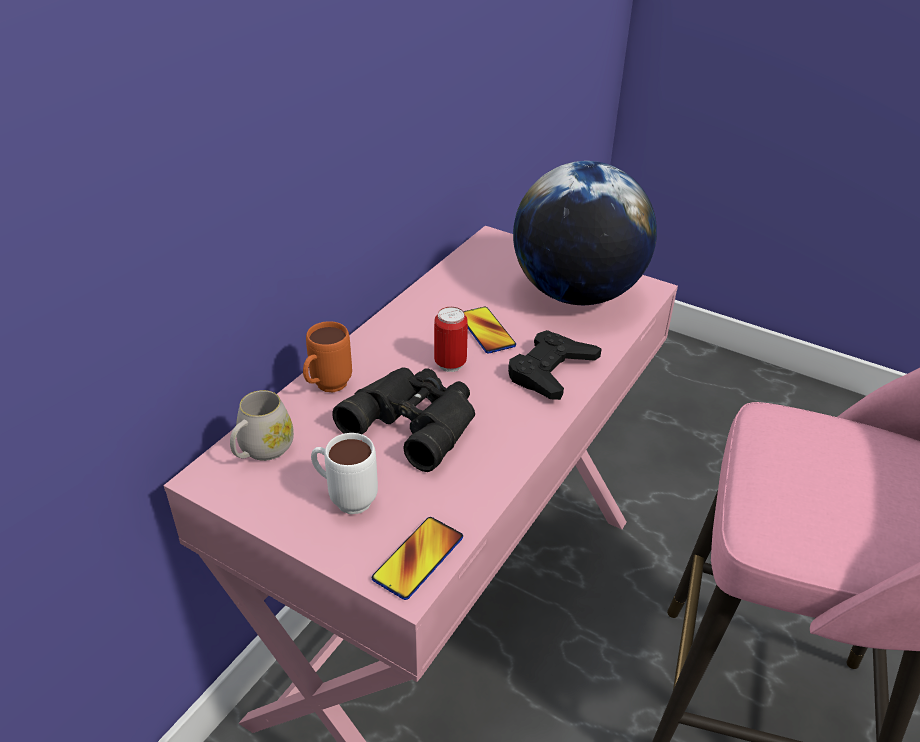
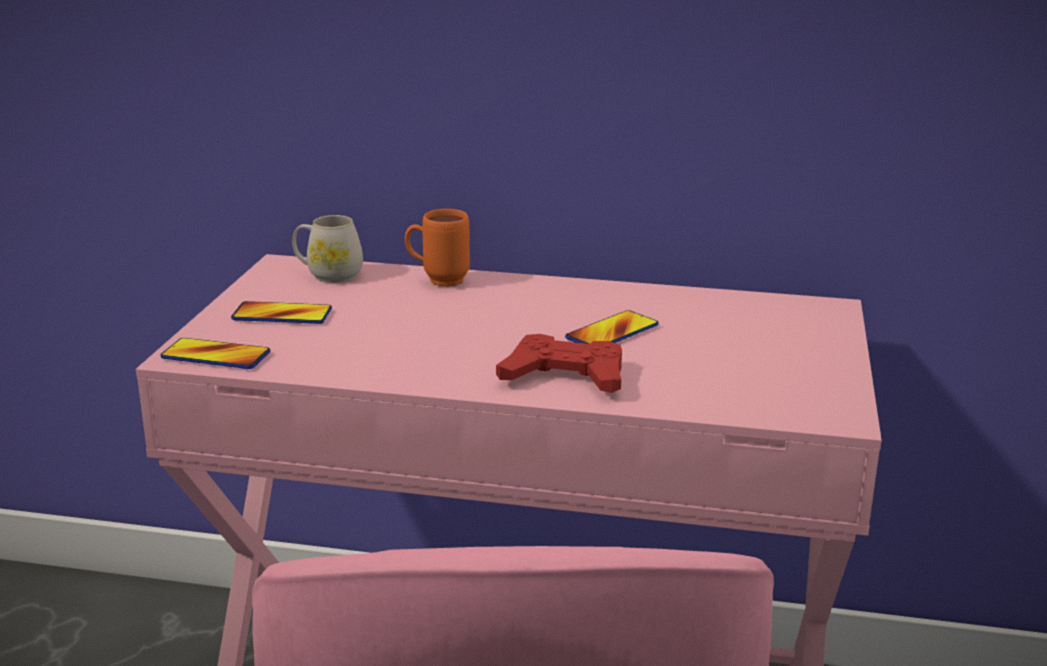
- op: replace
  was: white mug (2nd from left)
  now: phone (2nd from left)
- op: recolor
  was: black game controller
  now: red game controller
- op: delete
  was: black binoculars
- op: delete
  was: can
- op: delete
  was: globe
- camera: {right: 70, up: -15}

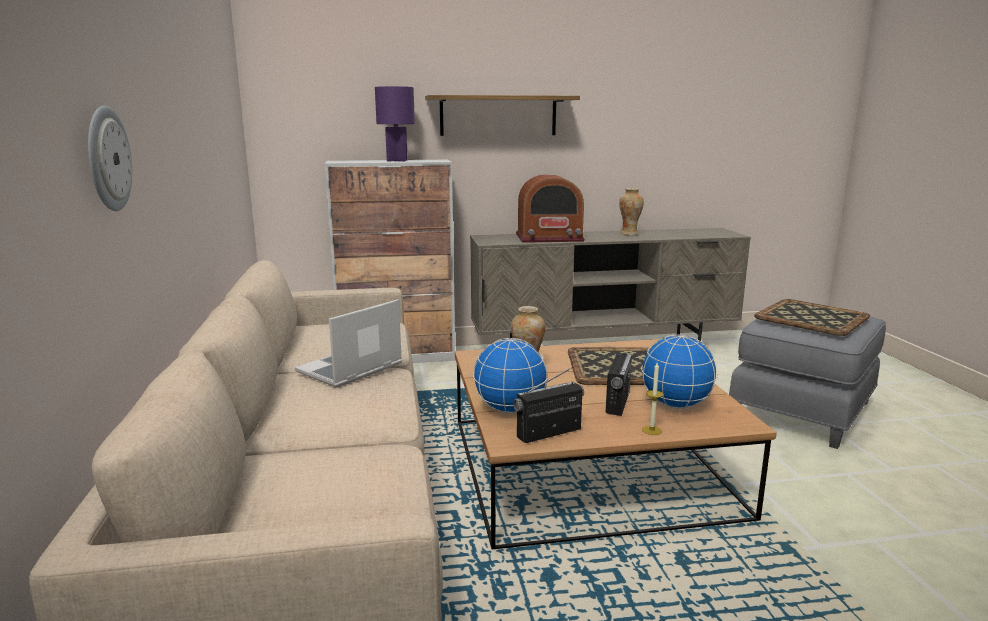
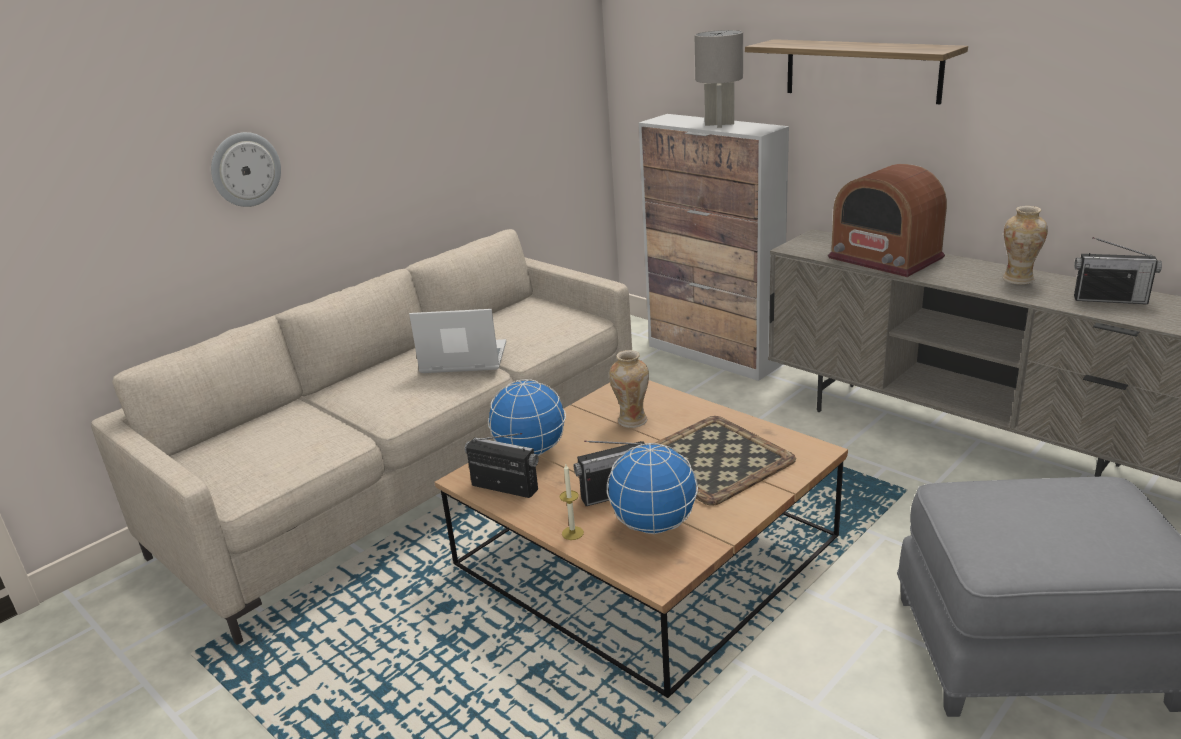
- op: recolor
  was: purple table lamp
  now: grey table lamp
- op: insert
  now: radio (4th from left)
- op: delete
  was: tray (2nd from left)
- camera: {right: 55, up: 10}

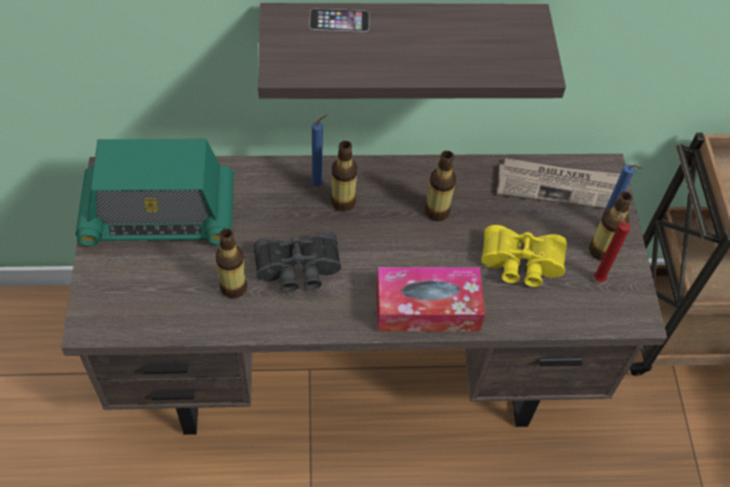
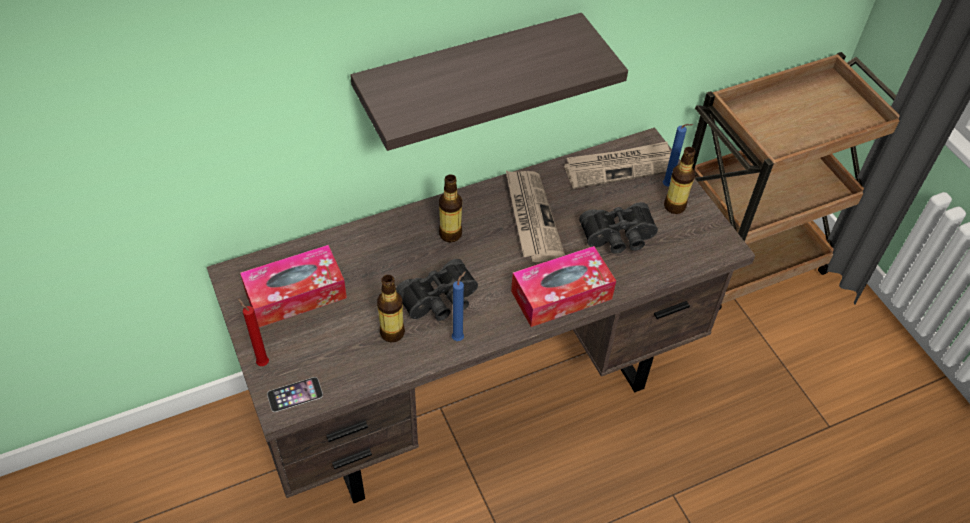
- op: move
  was: red candle
- op: replace
  was: radio
  now: tissue box (1st from left)
- op: move
  was: phone
- op: move
  was: blue candle (1st from left)
- op: replace
  was: bottle (3rd from left)
  now: newspaper (1st from left)
- op: recolor
  was: yellow binoculars
  now: black binoculars (2nd from left)
- camera: {right: -20, up: -5}

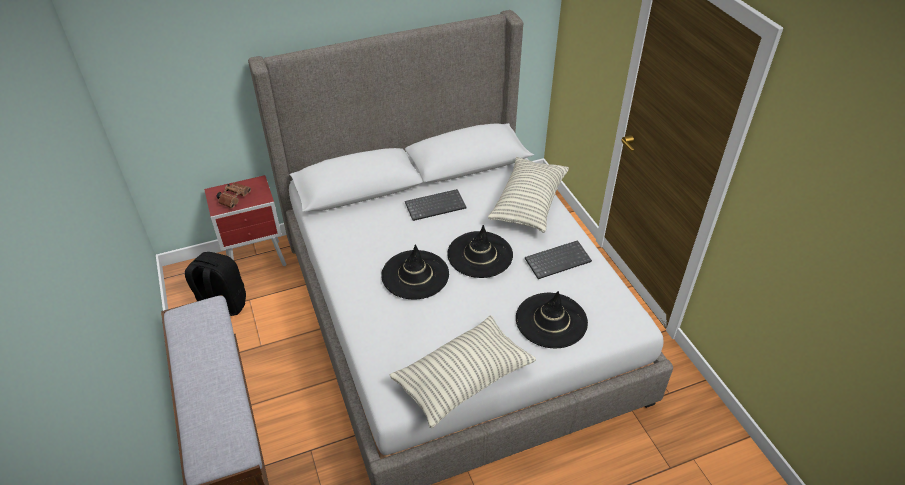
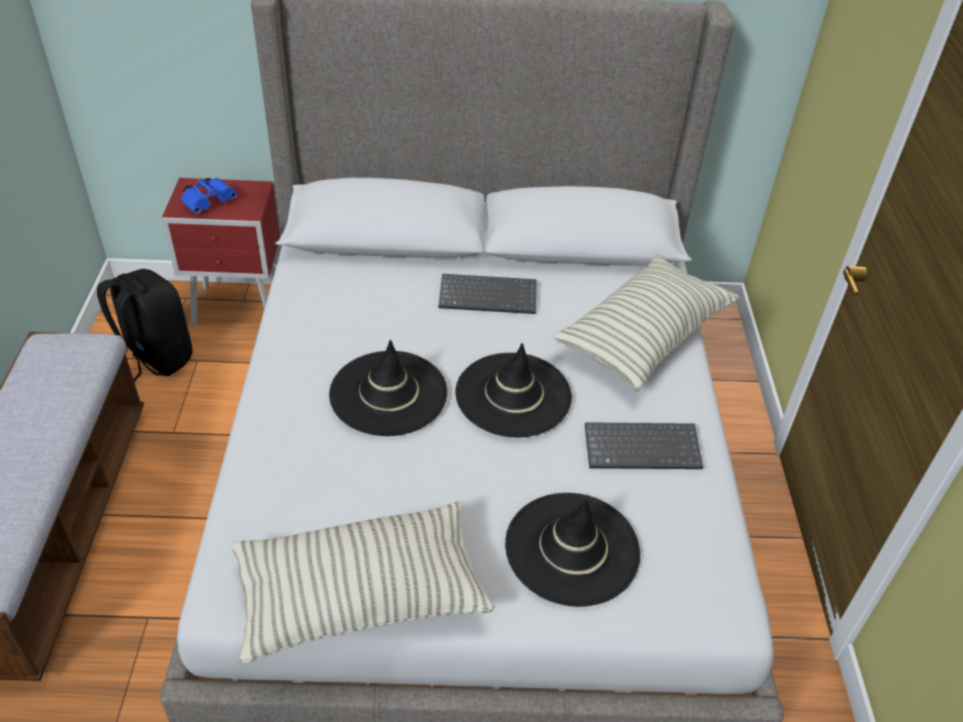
- op: recolor
  was: brown binoculars
  now: blue binoculars
- camera: {right: 20, up: 0}

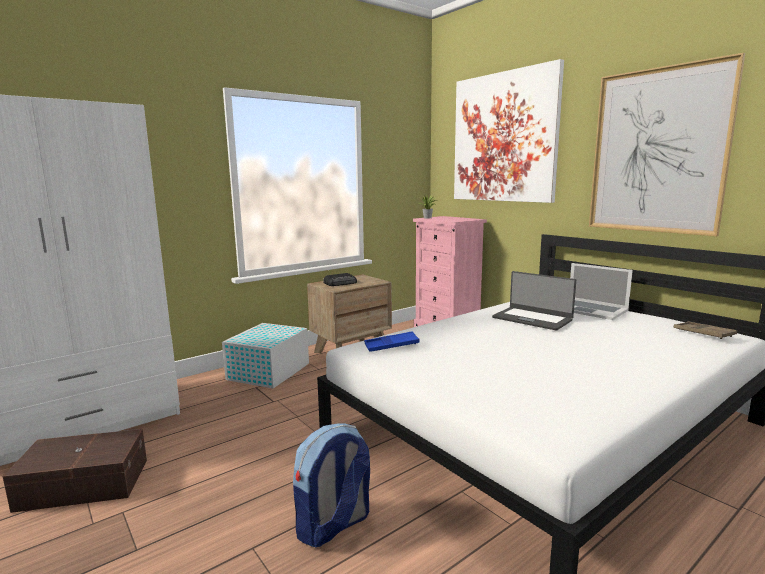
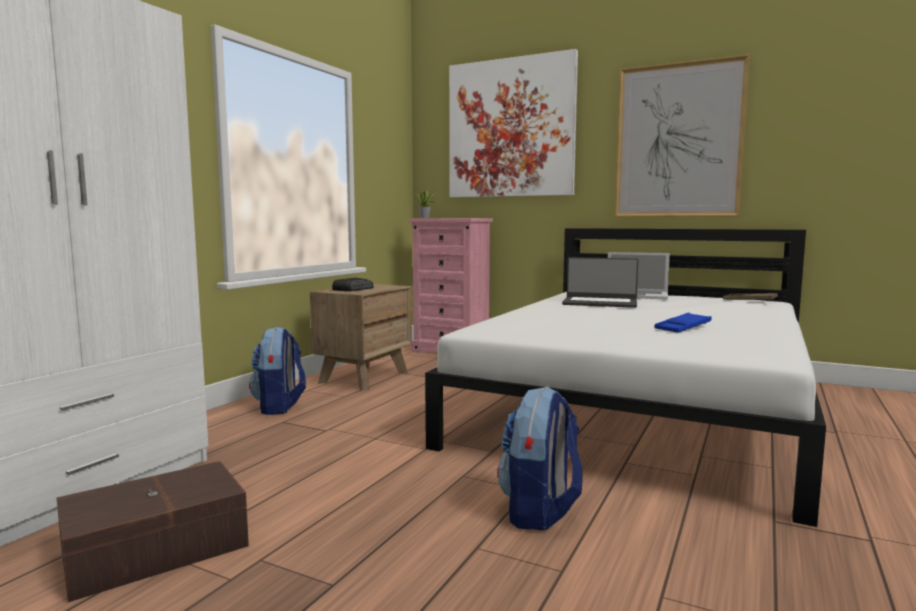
- op: replace
  was: white storage box
  now: backpack (1st from left)
- op: move
  was: blue tray
- camera: {right: -25, up: -5}

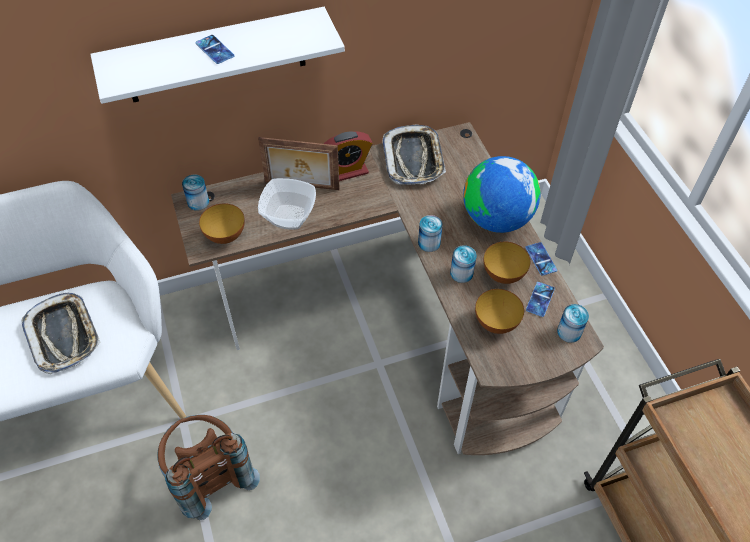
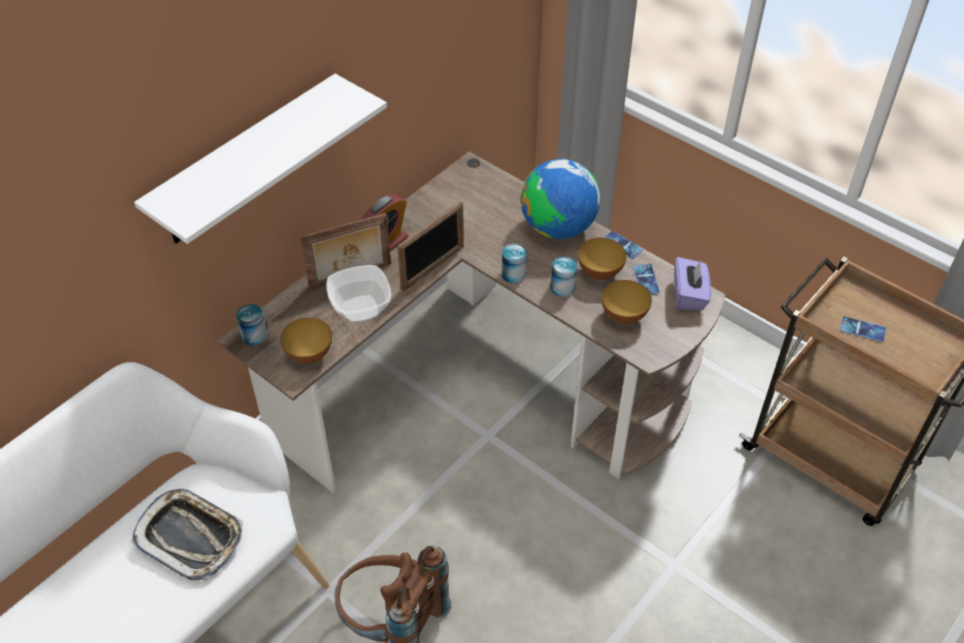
- op: insert
  now: picture frame (2nd from left)
- op: replace
  was: can (4th from left)
  now: purple tissue box
- op: move
  was: phone (1st from left in the first image)
  now: phone (3rd from left)
- op: delete
  was: tray (2nd from left)
- camera: {right: -30, up: -5}

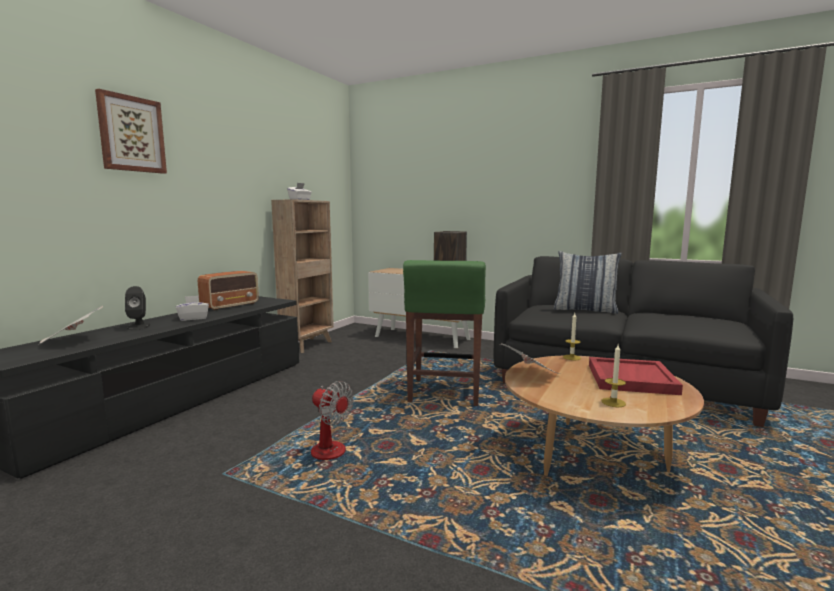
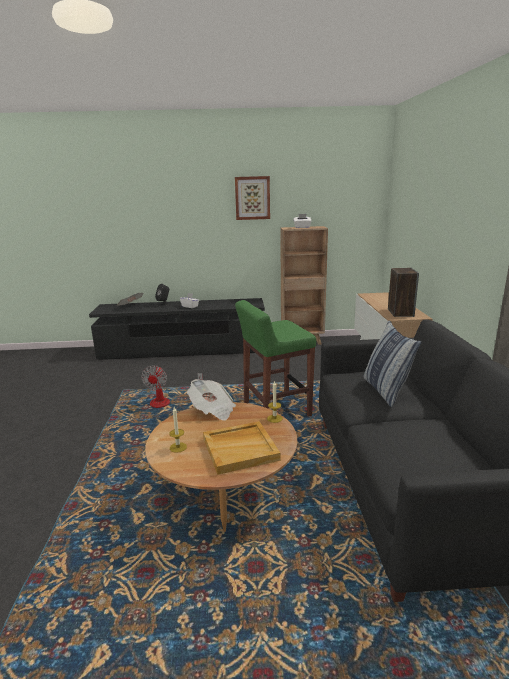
- op: recolor
  was: red tray
  now: beige tray
- op: move
  was: picture
- op: delete
  was: radio
- camera: {right: 60, up: 10}

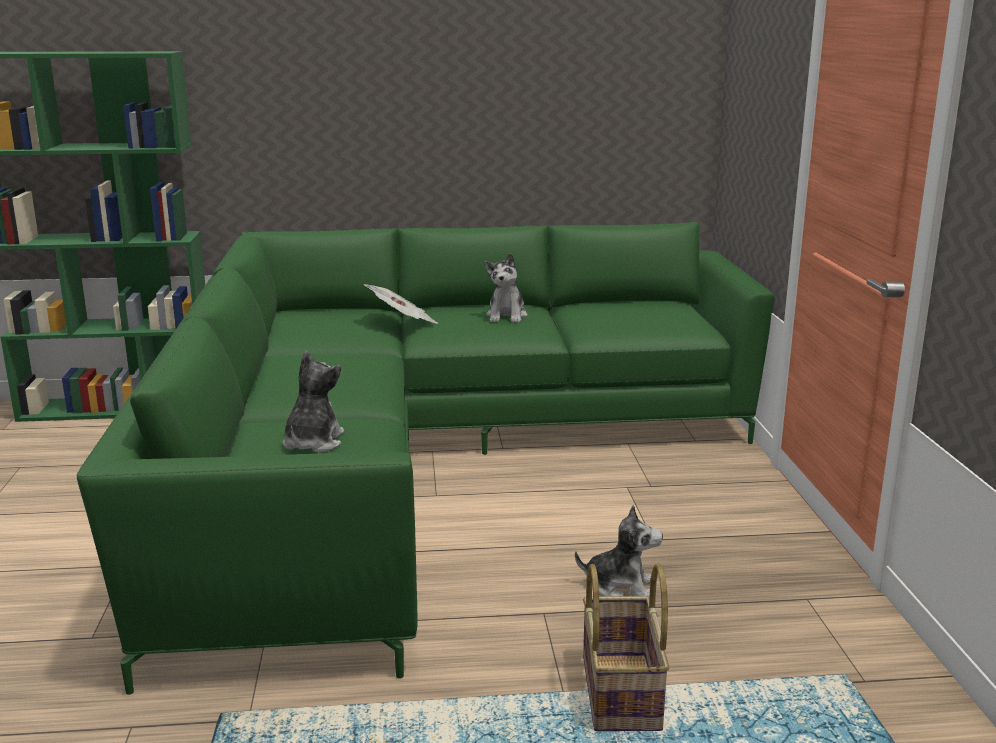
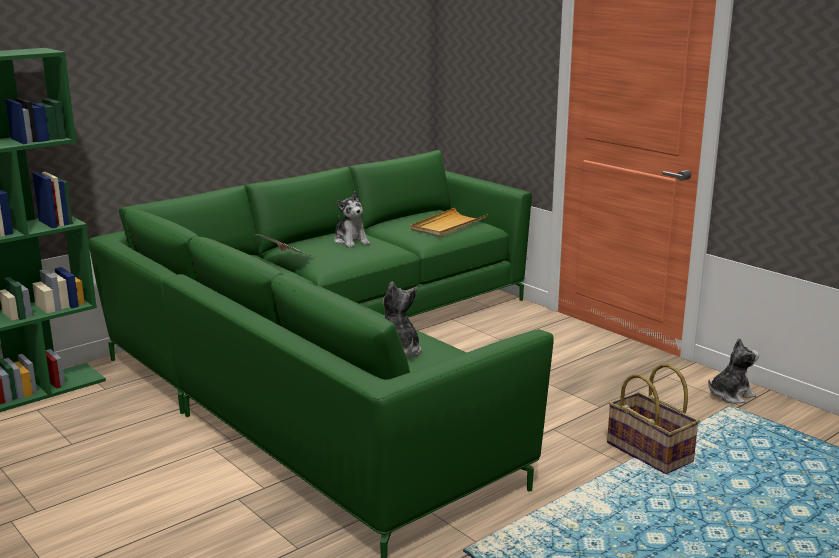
- op: insert
  now: beige tray
- op: move
  was: plush toy (3rd from left)
- camera: {right: -35, up: 0}

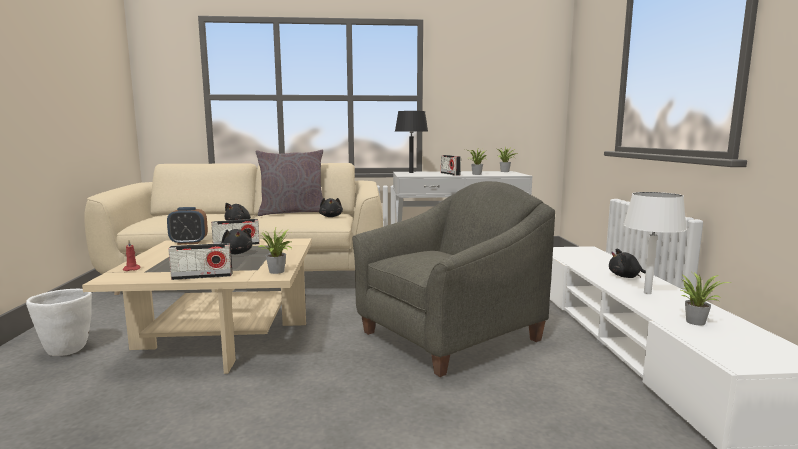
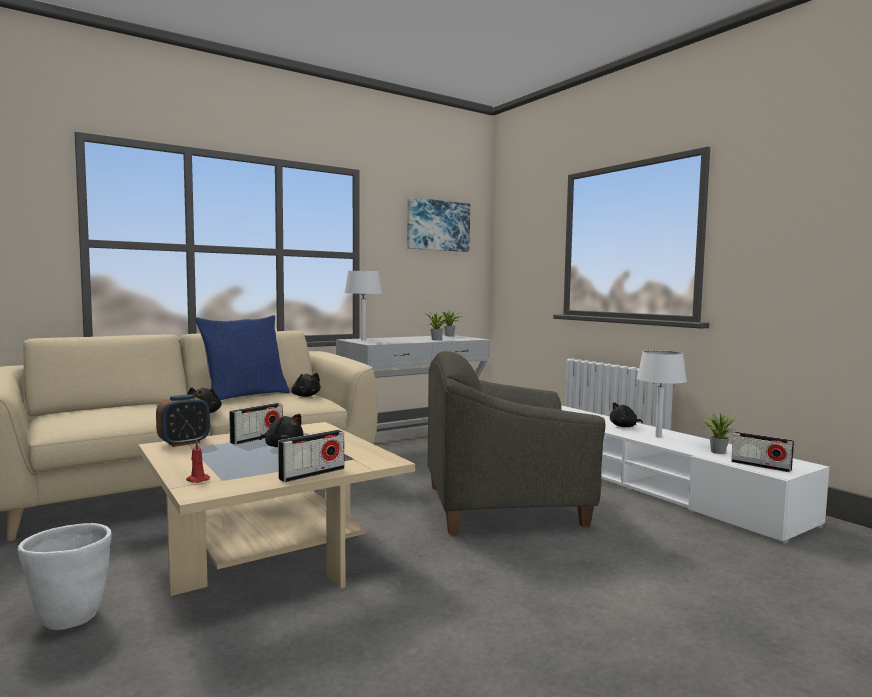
- op: recolor
  was: grey pillow
  now: blue pillow
- op: recolor
  was: black table lamp
  now: white table lamp (1st from left)
- op: insert
  now: picture
- op: rotate
  was: grey armchair
  clockwise: -120
- op: move
  was: radio (3rd from left)
- op: delete
  was: potted plant (1st from left)
- camera: {right: -30, up: -5}

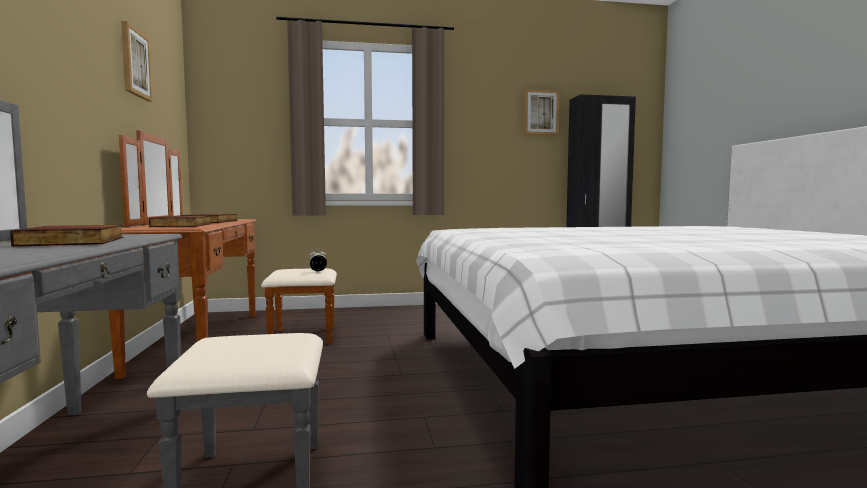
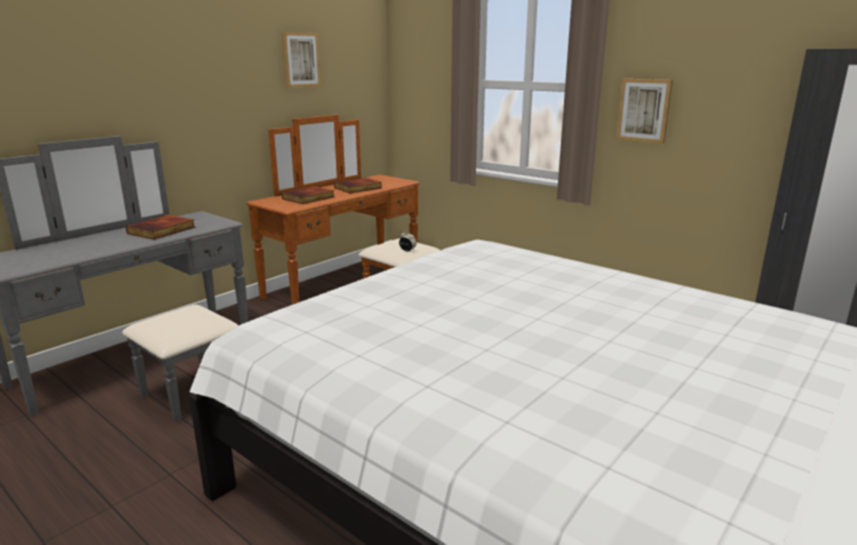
- op: move
  was: picture (2nd from left)
- camera: {right: 50, up: 15}

